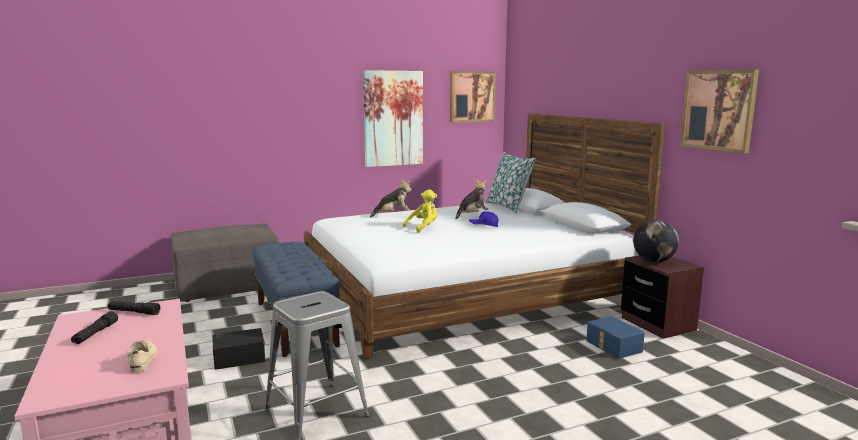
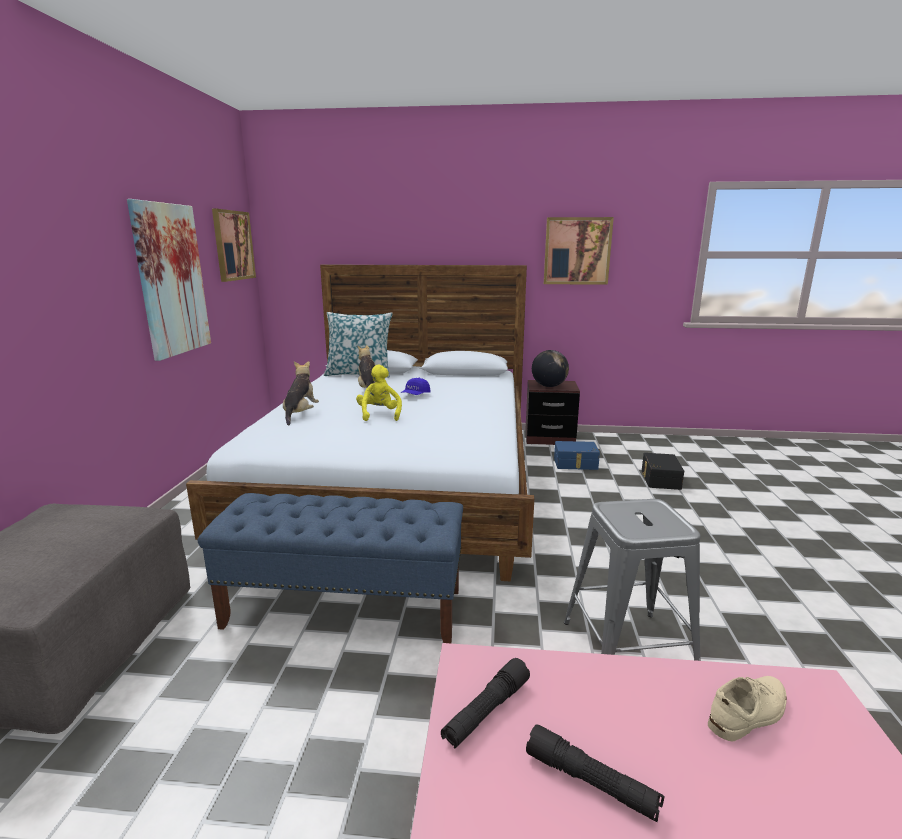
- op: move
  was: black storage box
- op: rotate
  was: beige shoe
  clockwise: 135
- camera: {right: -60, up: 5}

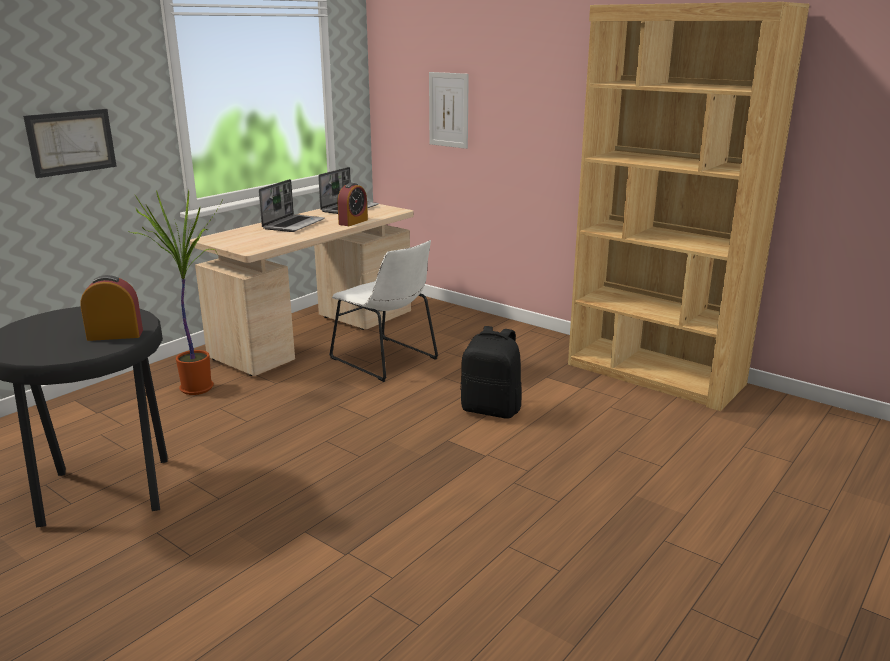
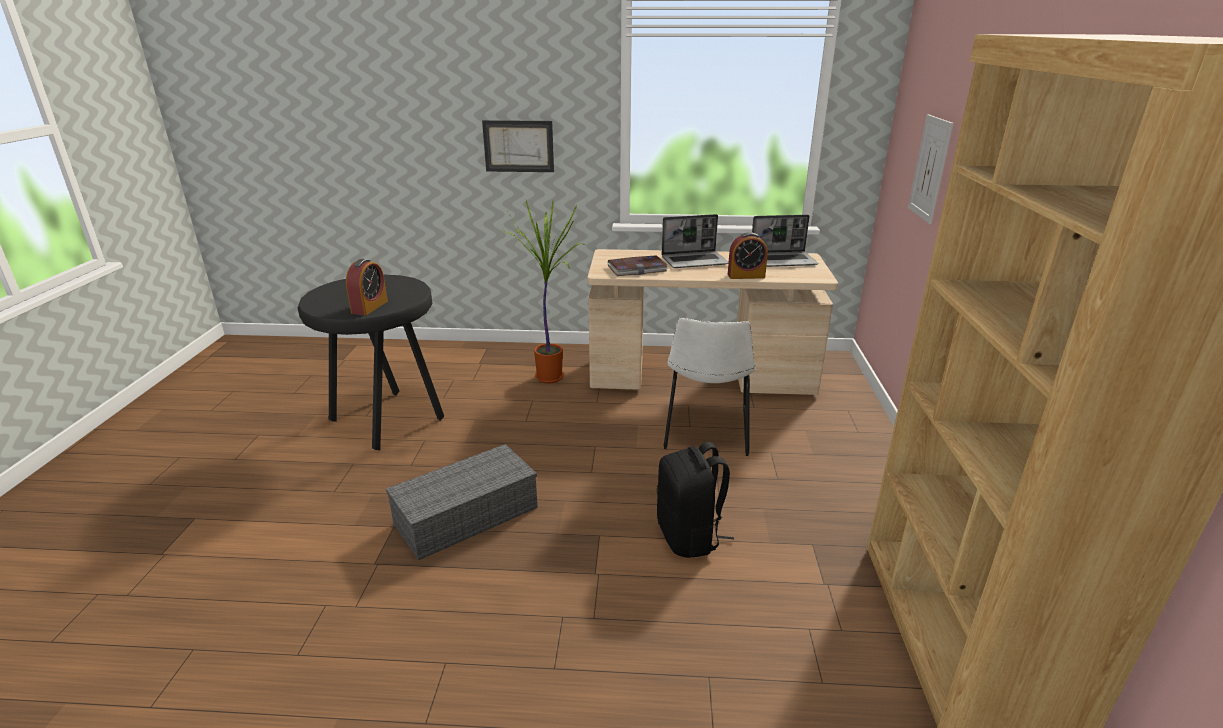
- op: rotate
  was: alarm clock (1st from left)
  clockwise: 60
- op: insert
  now: grey storage box
- op: insert
  now: book
- camera: {right: 55, up: 5}

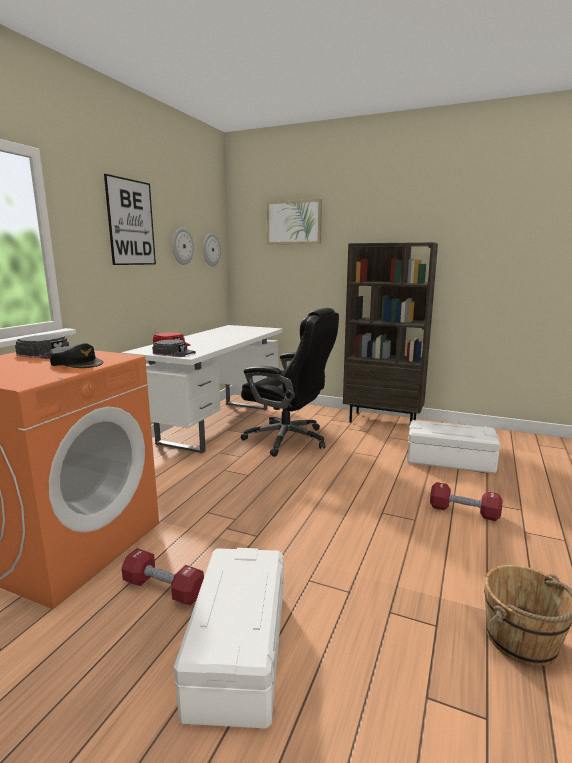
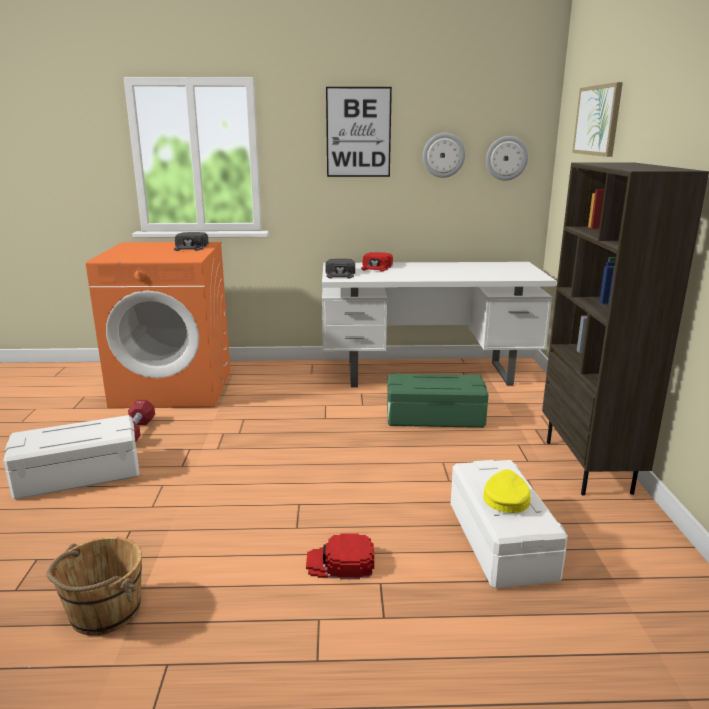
- op: replace
  was: red dumbbell (2nd from left)
  now: red cap (1st from left)
- op: replace
  was: black office chair
  now: green storage box
- op: insert
  now: yellow cap
- op: delete
  was: black cap (2nd from left)
- camera: {right: 65, up: 5}

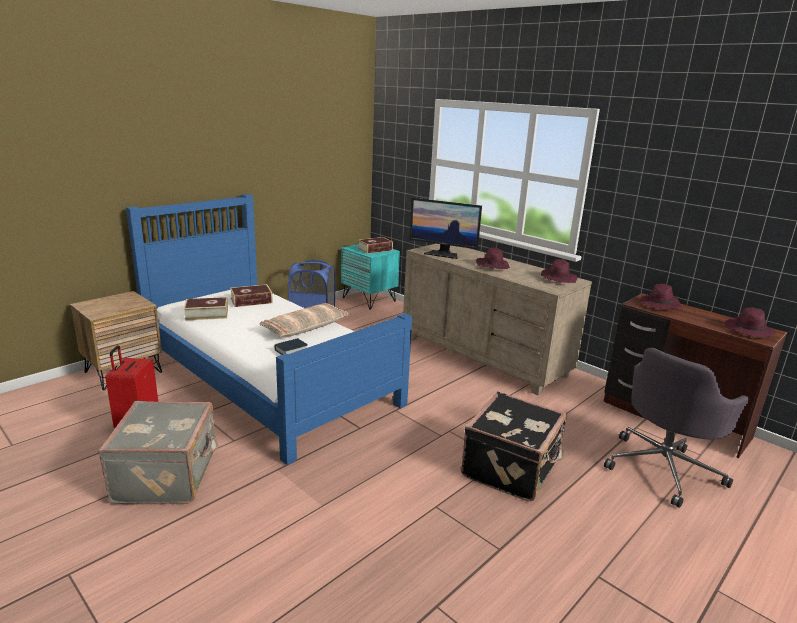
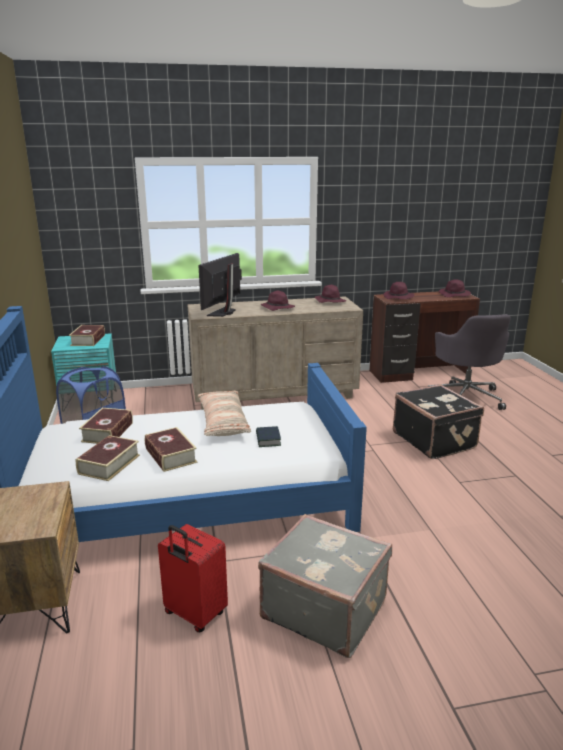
- op: insert
  now: book (4th from left)
- op: rotate
  was: monitor
  clockwise: 150
- camera: {right: -55, up: 0}

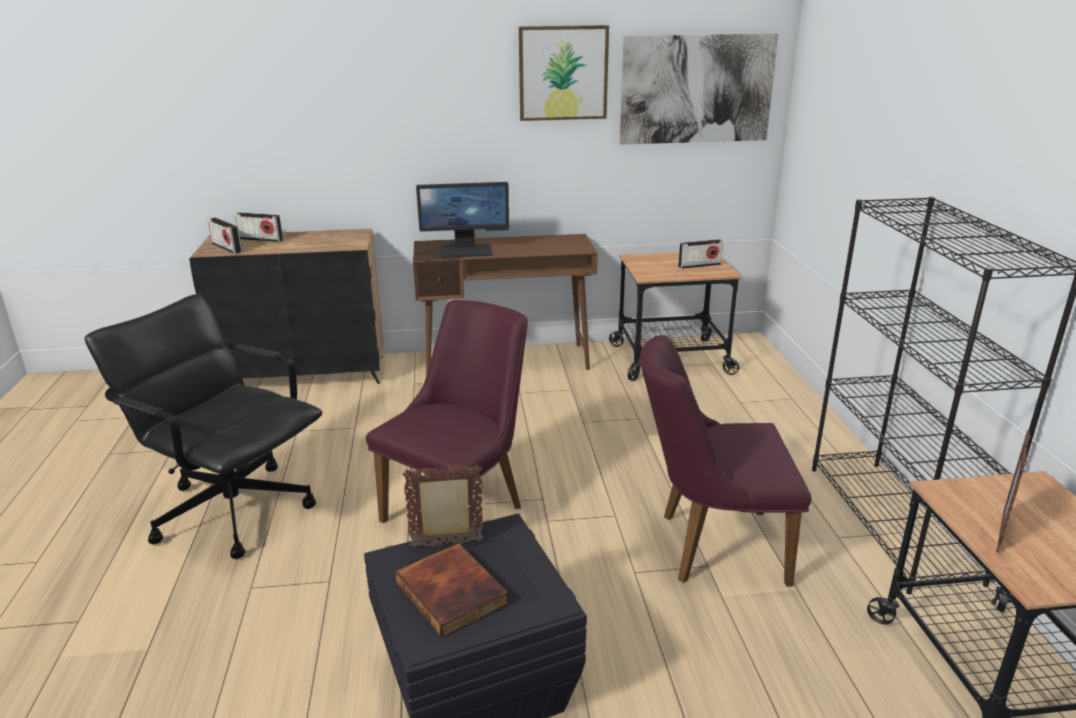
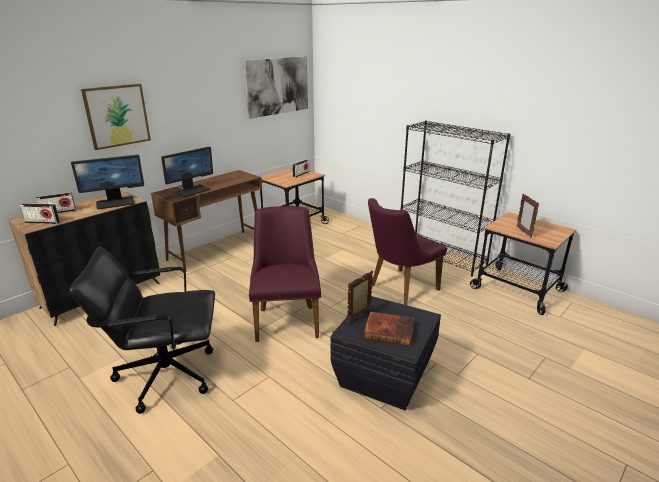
- op: insert
  now: monitor (1st from left)
- op: move
  was: picture (1st from left)
- camera: {right: -40, up: 0}

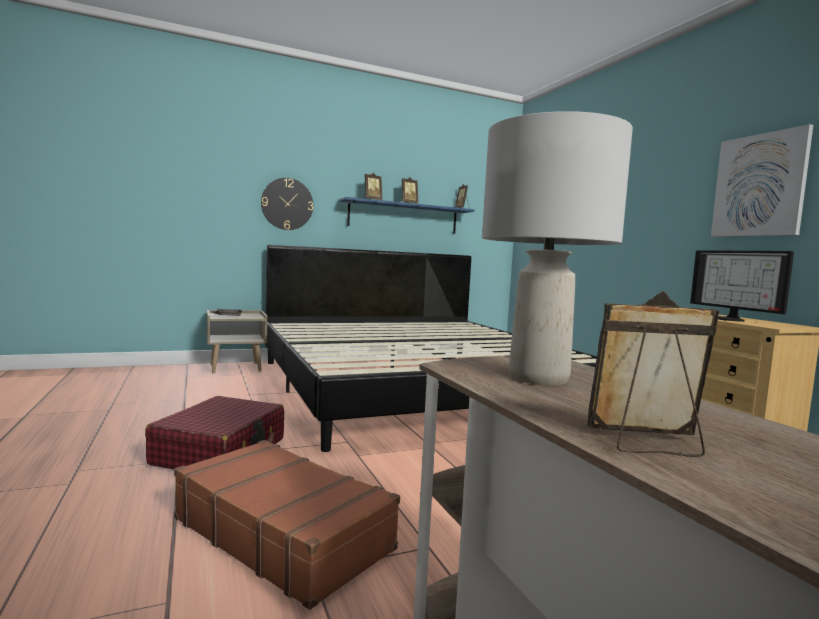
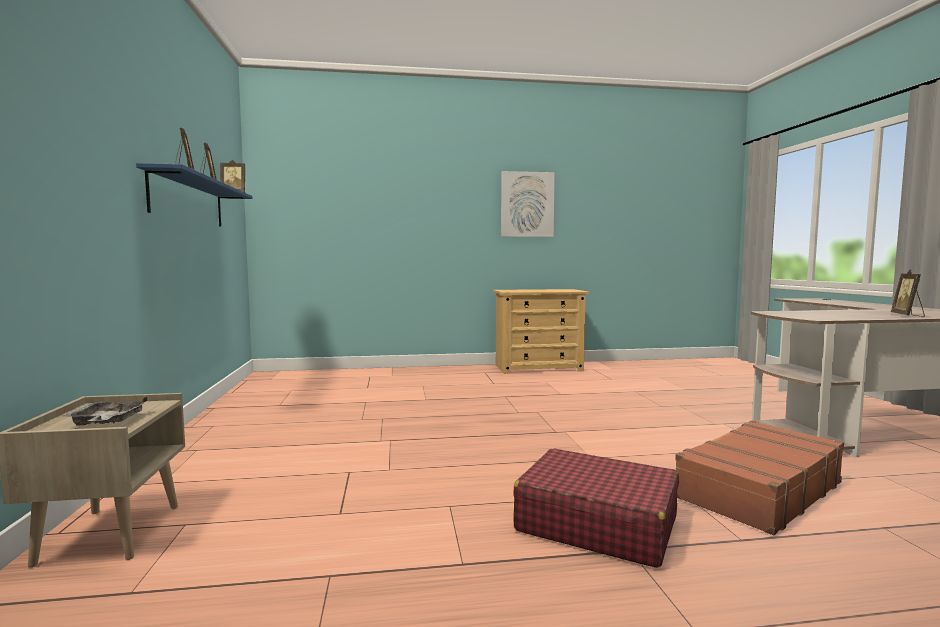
- op: delete
  was: wall clock
- op: delete
  was: bed
- op: delete
  was: grey table lamp
- op: delete
  was: monitor
- camera: {right: -75, up: 0}

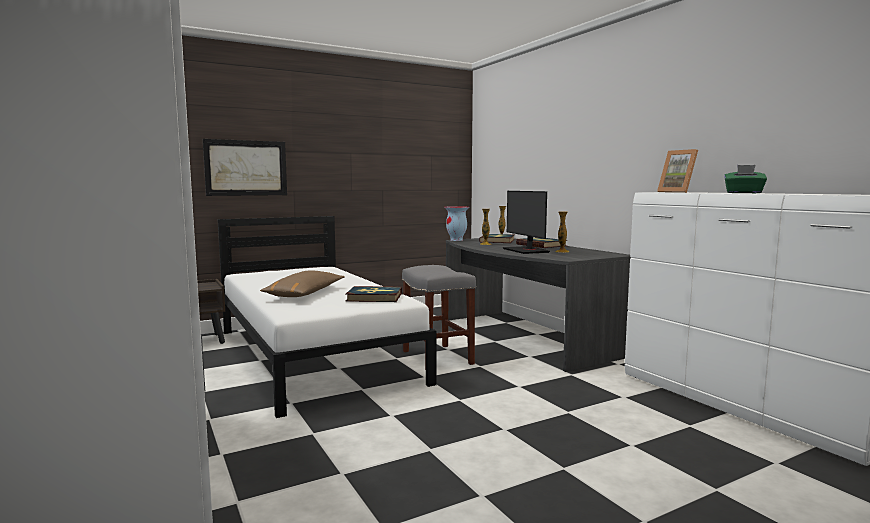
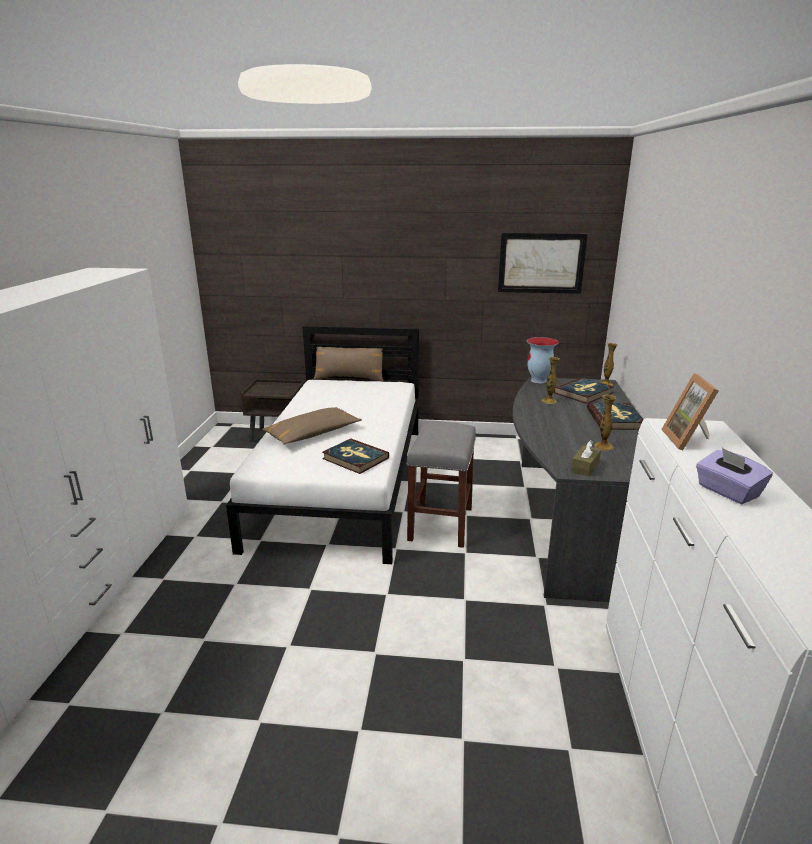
- op: insert
  now: brown pillow (2nd from left)
- op: move
  was: picture
- op: insert
  now: brown tissue box
- op: recolor
  was: green tissue box
  now: purple tissue box
- op: delete
  was: monitor
- camera: {right: 35, up: 15}

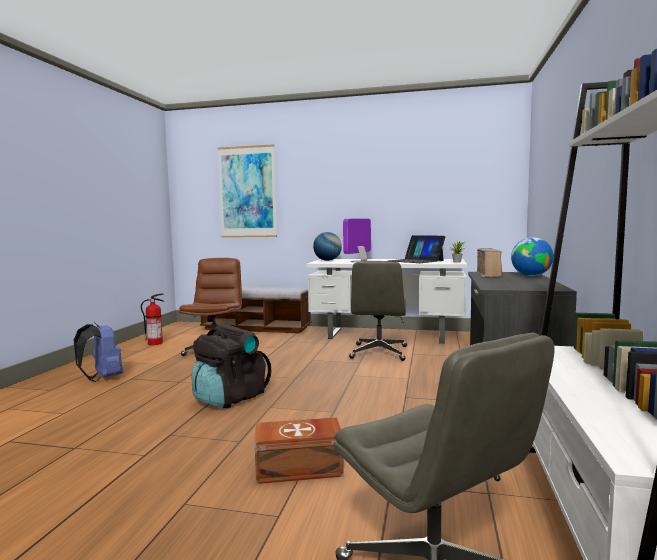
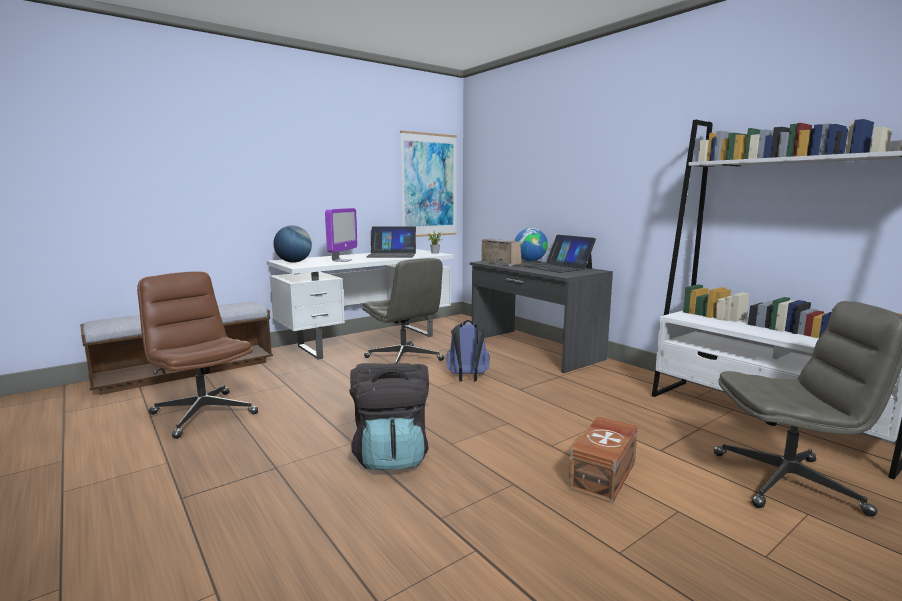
- op: rotate
  was: monitor
  clockwise: -150
- op: move
  was: picture
- op: move
  was: blue backpack
- op: insert
  now: laptop (2nd from left)
- op: delete
  was: fire extinguisher
- camera: {right: -50, up: 5}

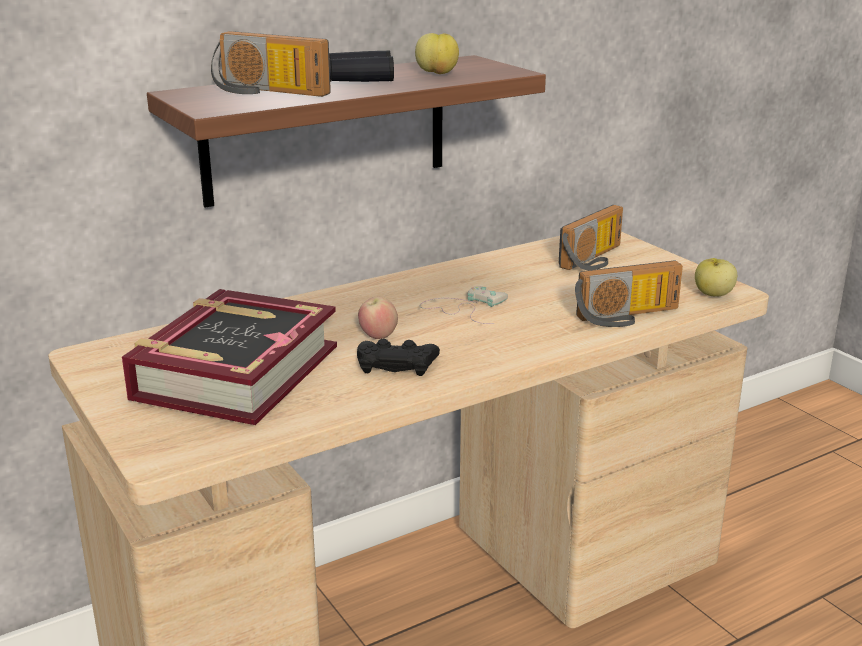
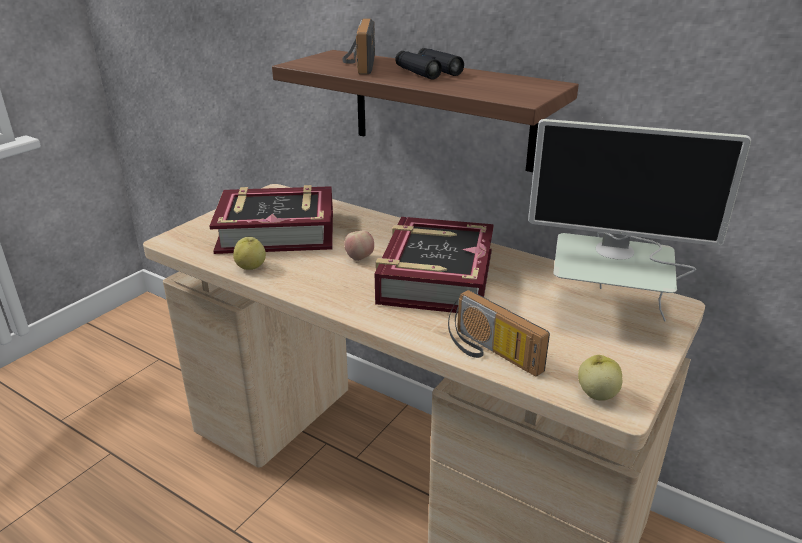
- op: move
  was: apple (2nd from left in the first image)
  now: apple (1st from left)
- op: replace
  was: white game controller
  now: book (2nd from left)
- op: replace
  was: radio (2nd from left)
  now: monitor
- op: delete
  was: black game controller
- camera: {right: 65, up: 5}

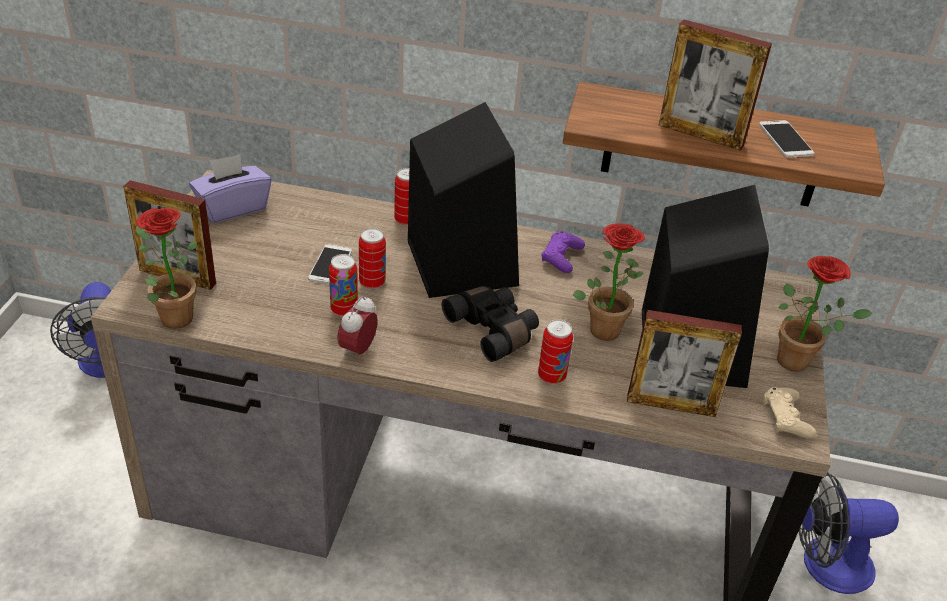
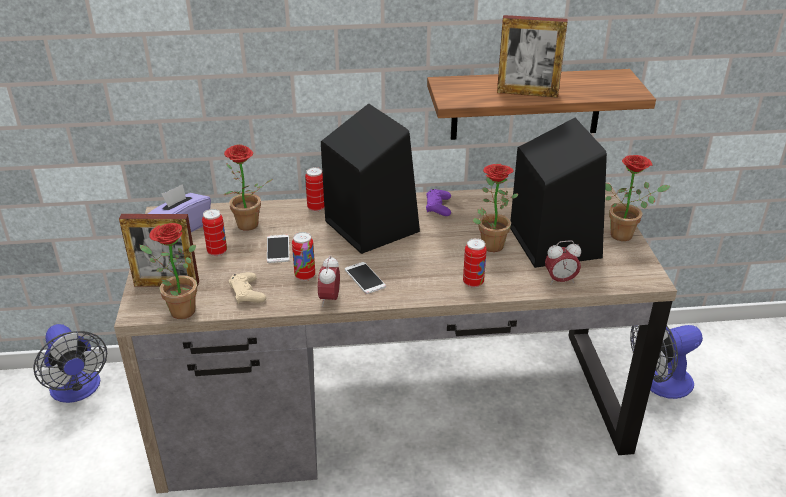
- op: move
  was: can (2nd from left in the first image)
  now: can (1st from left)
- op: insert
  now: potted plant (2nd from left)
- op: move
  was: beige game controller
- op: move
  was: phone (2nd from left)
- op: replace
  was: picture frame (2nd from left)
  now: alarm clock (2nd from left)
- op: delete
  was: black binoculars
- camera: {right: -15, up: -5}

